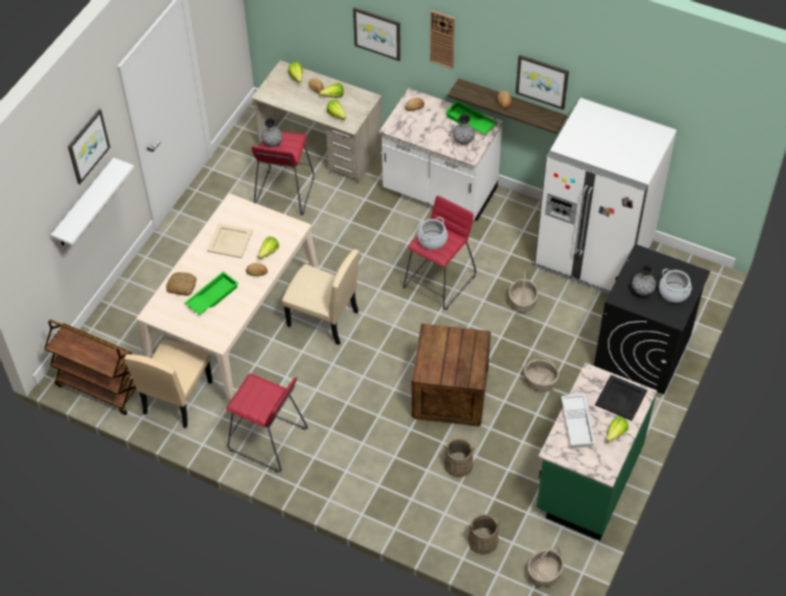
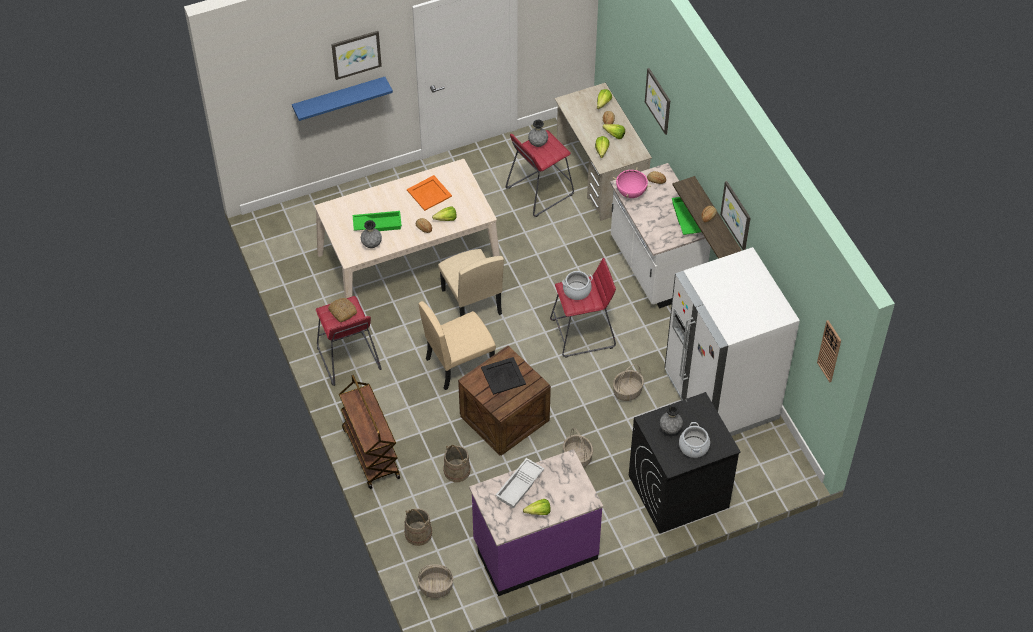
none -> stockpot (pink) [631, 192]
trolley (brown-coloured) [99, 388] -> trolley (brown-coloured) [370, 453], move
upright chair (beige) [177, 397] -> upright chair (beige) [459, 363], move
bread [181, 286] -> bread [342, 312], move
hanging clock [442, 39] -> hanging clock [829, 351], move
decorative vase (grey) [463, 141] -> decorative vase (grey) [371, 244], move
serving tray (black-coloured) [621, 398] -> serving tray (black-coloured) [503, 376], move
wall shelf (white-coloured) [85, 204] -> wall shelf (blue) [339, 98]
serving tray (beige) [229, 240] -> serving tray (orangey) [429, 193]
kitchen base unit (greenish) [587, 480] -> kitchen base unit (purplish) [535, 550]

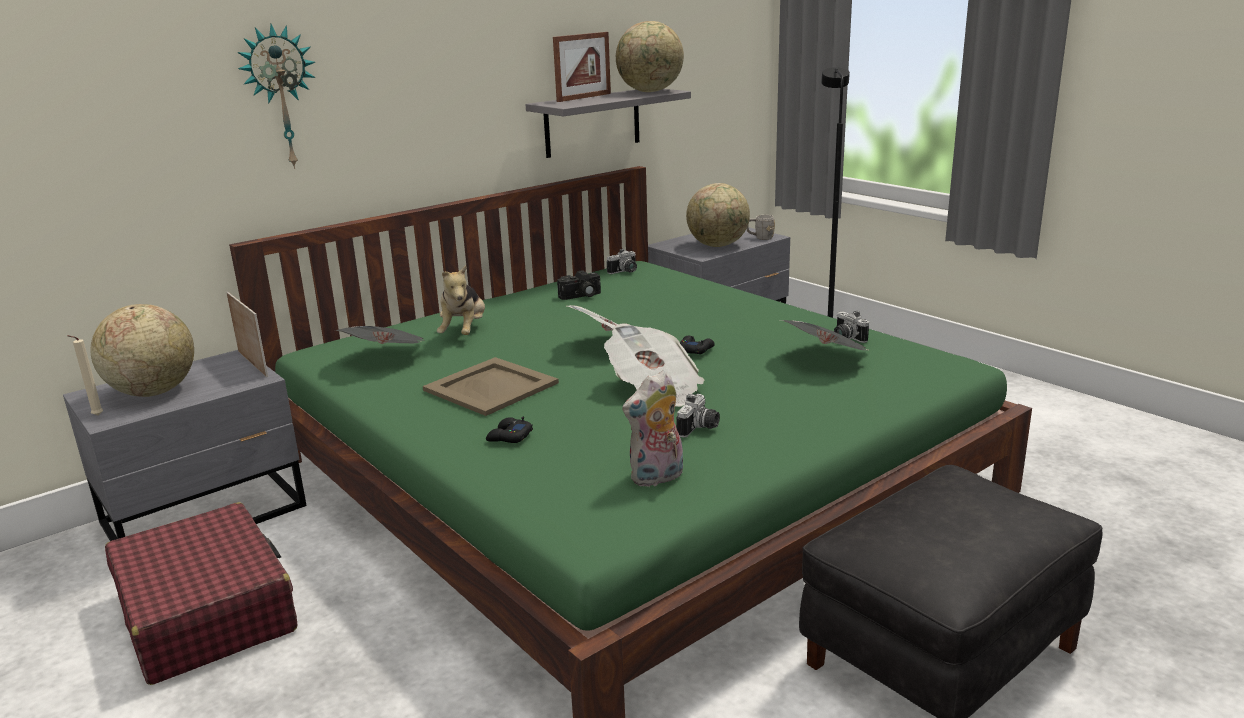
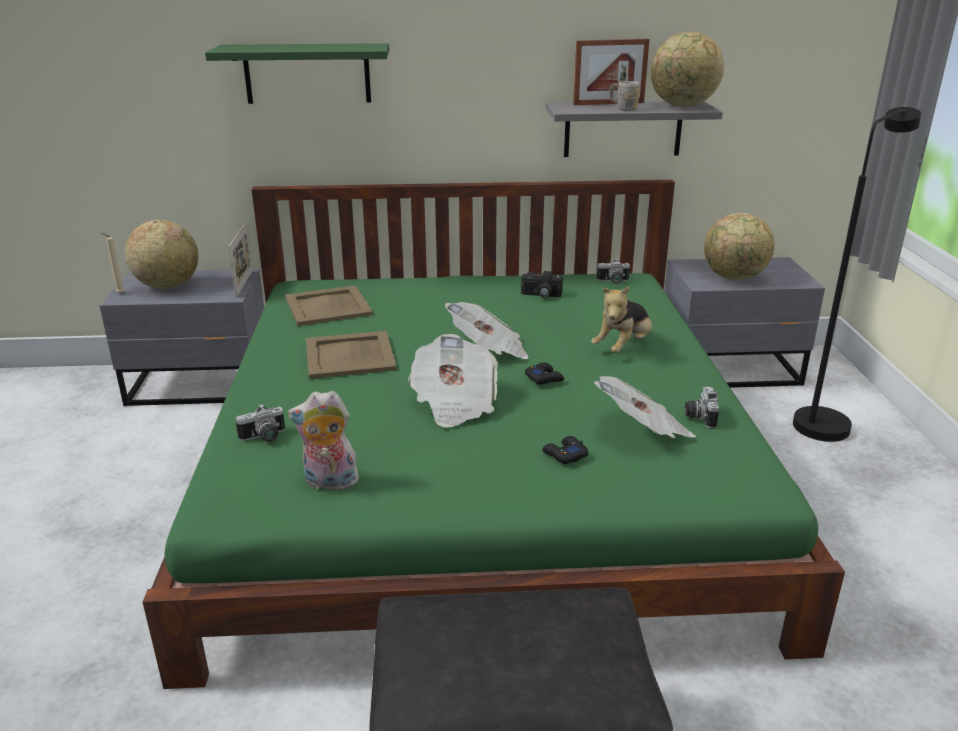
piece of luggage (red) [207, 612] -> none
plush toy [464, 332] -> plush toy [623, 347], move
game controller (black-coloured) [509, 437] -> game controller (black-coloured) [564, 455], move
photo camera [700, 428] -> photo camera [264, 438], move
mug (grey) [760, 238] -> mug (grey) [623, 108], move
hanging clock [280, 97] -> wall shelf (greenish) [307, 73]
daily paper [387, 358] -> serving tray (beige) [328, 306]

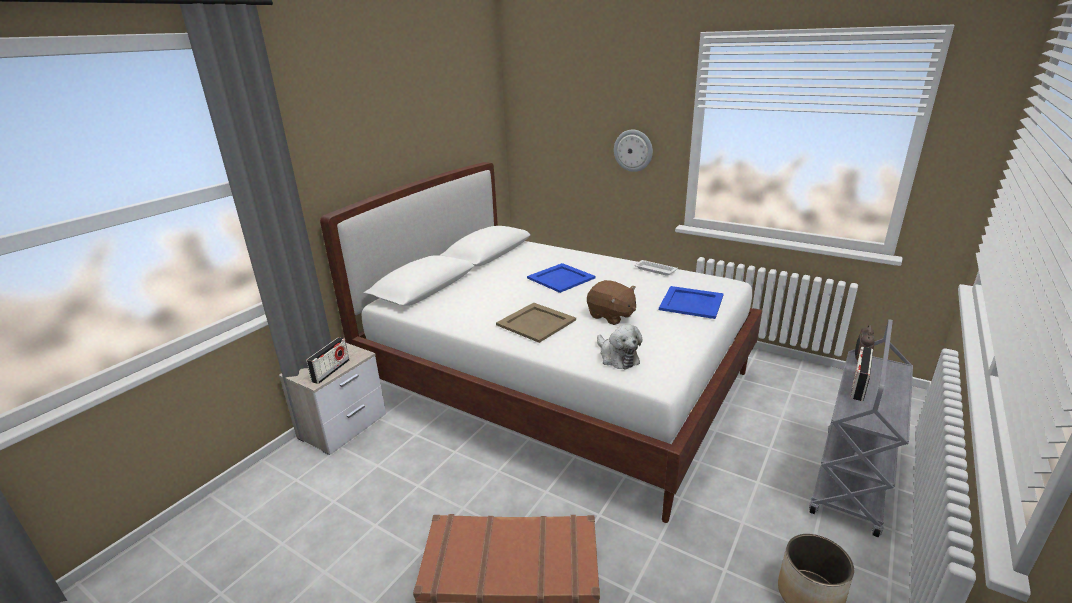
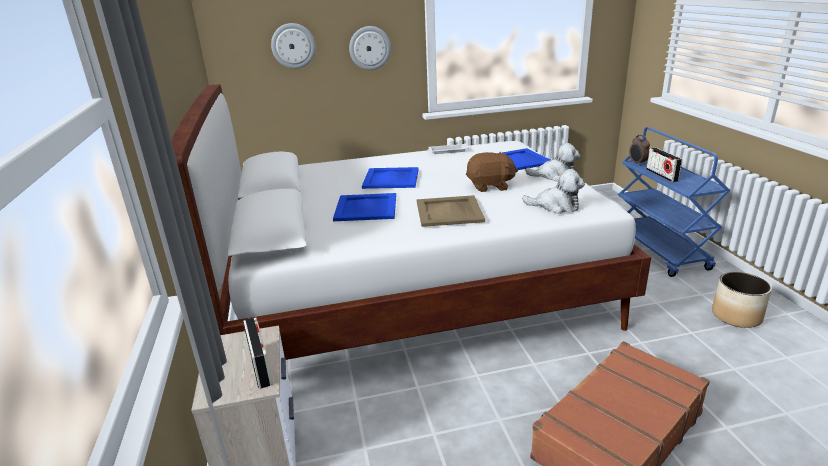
none -> hanging clock [293, 46]
none -> serving tray (blue) [366, 208]
none -> plush toy [554, 176]
trolley (grey) [851, 481] -> trolley (blue) [659, 251]

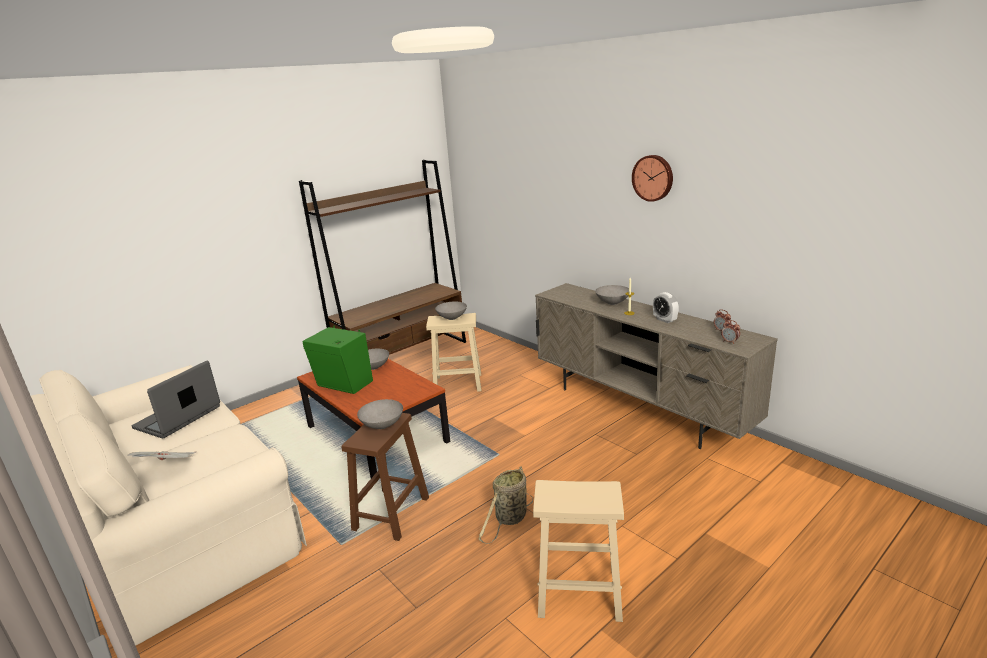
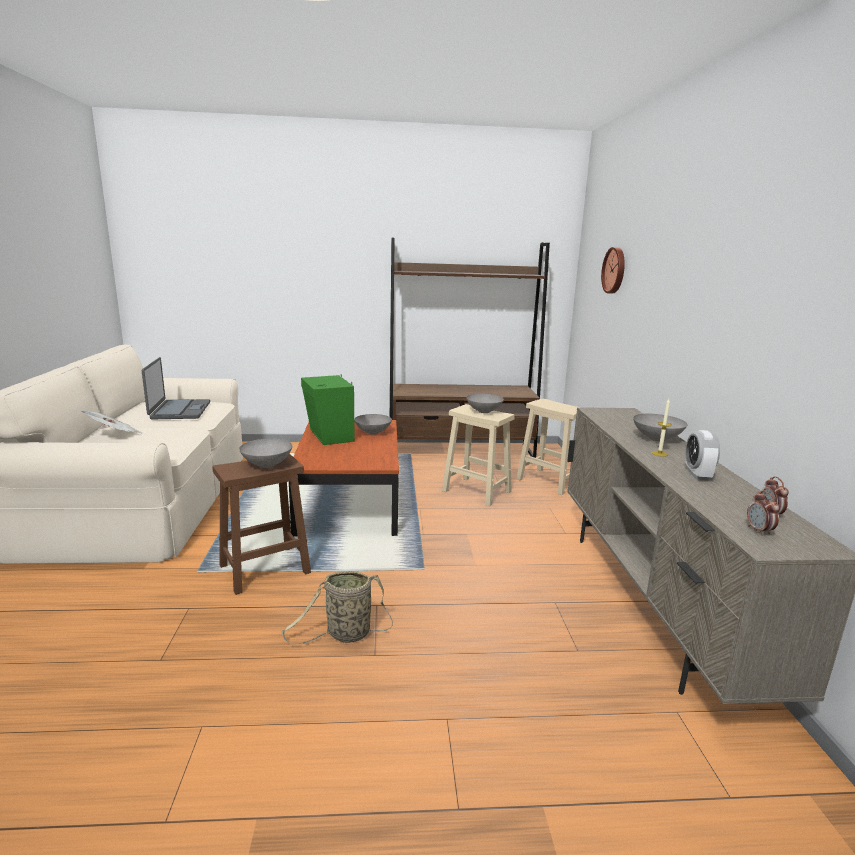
sitting stool (beige) [581, 593] -> sitting stool (beige) [550, 481], move
hanging clock [653, 178] -> hanging clock [615, 270], move
portable computer [178, 418] -> portable computer [179, 410], 105 degrees clockwise

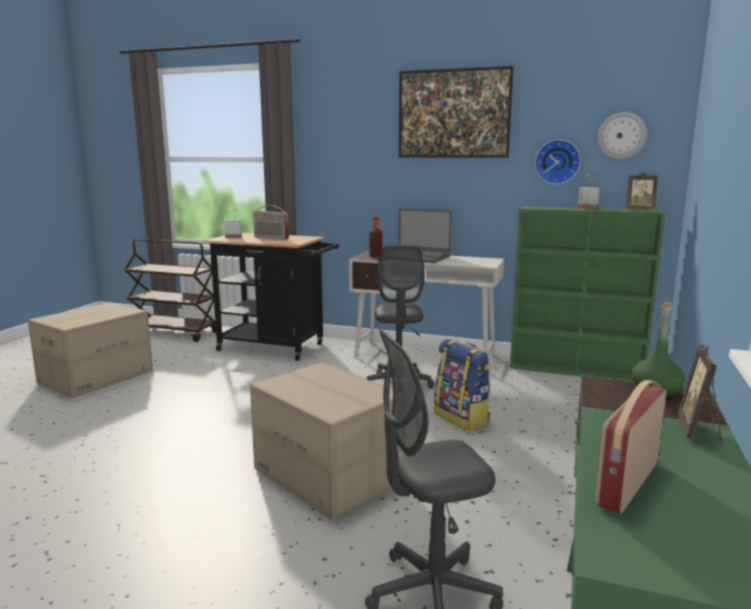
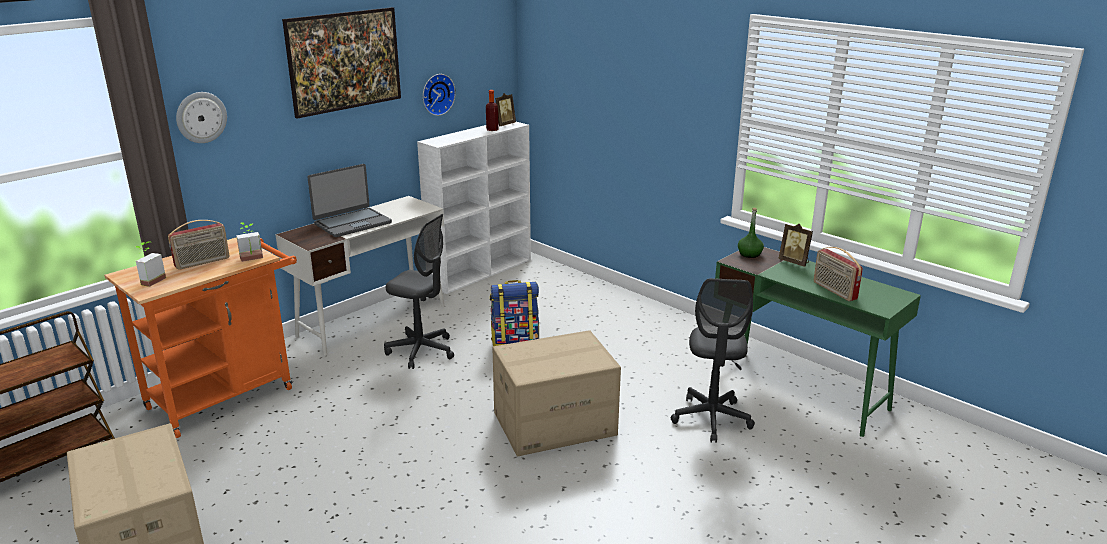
bottle [376, 256] -> bottle [492, 129], move
houseplant [586, 208] -> houseplant [252, 259], move
hanging clock [621, 135] -> hanging clock [201, 117], move
trolley (black-coloured) [277, 348] -> trolley (orangey) [228, 394]
bookshelf (greenish) [576, 370] -> bookshelf (white-coloured) [481, 271]

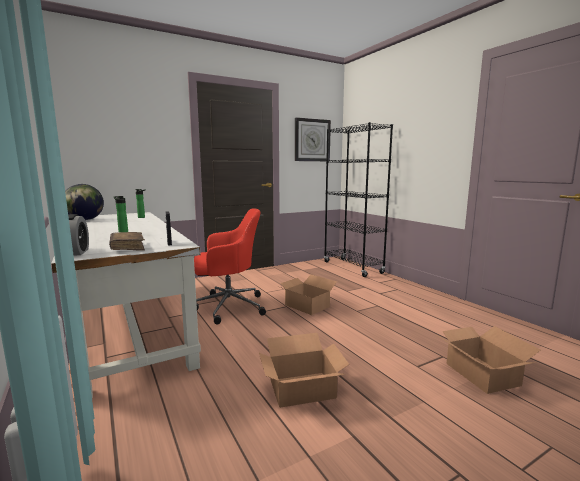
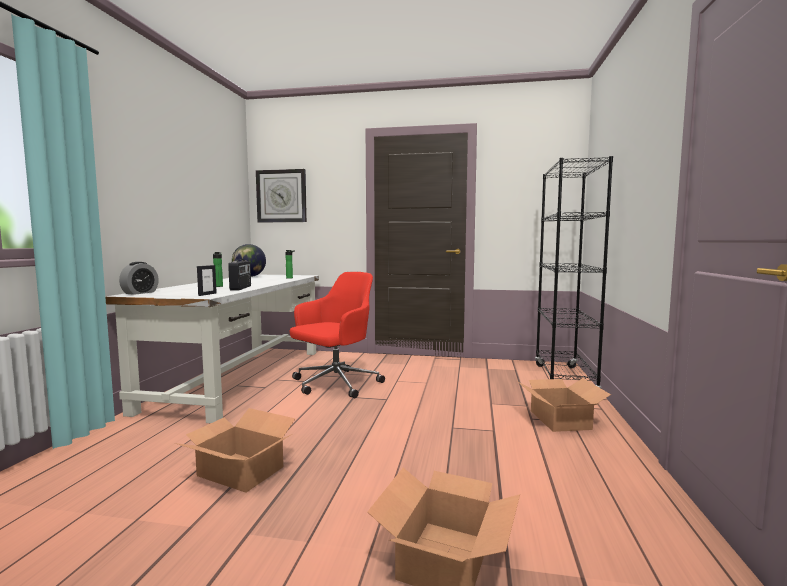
volume (brown-coloured) [127, 247] -> none
none -> radio [241, 288]
carton [307, 305] -> carton [560, 419], move
hanging clock [312, 140] -> hanging clock [281, 196], move
office chair (red) [227, 307] -> office chair (red) [335, 384], 75 degrees counterclockwise

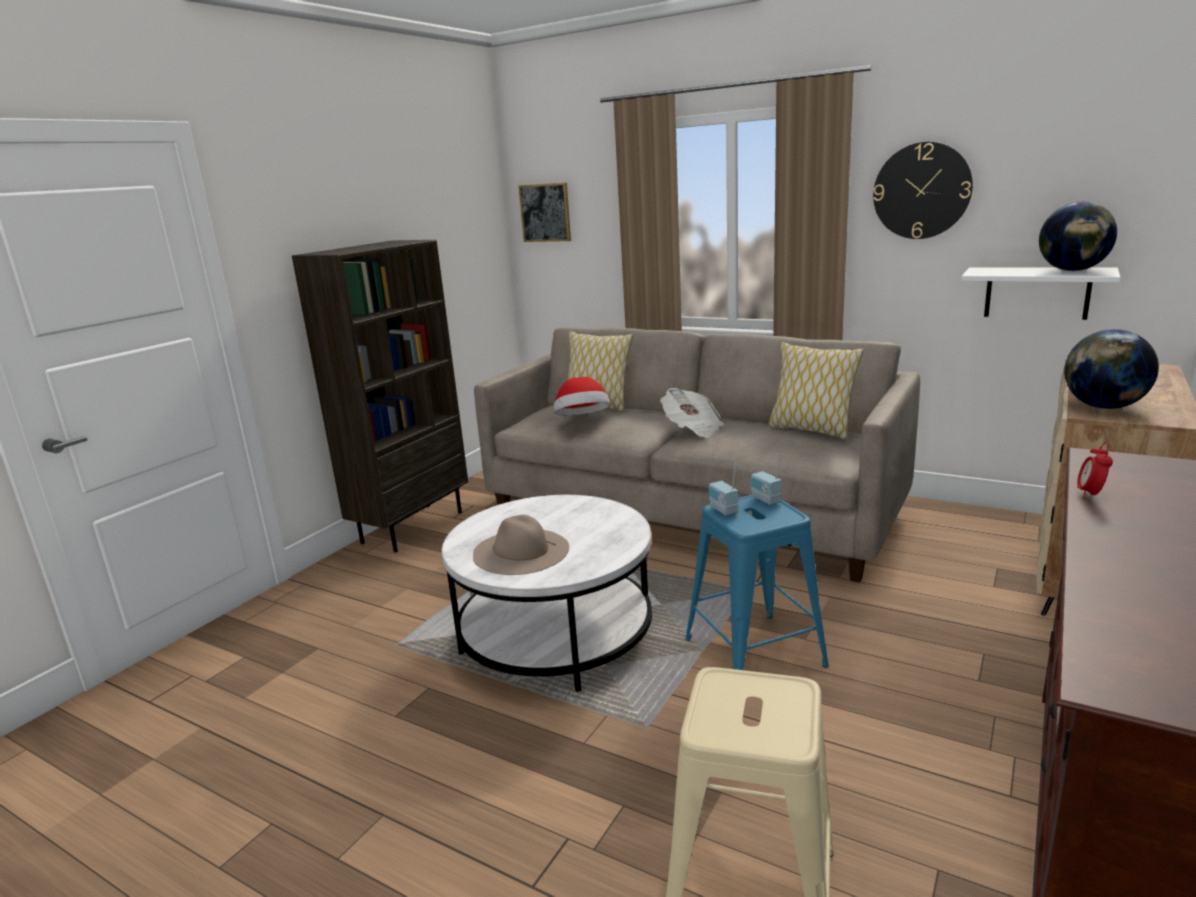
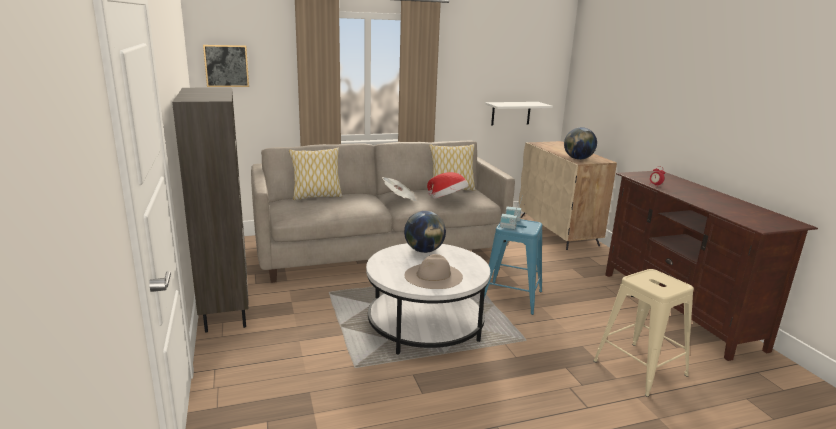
hanging clock [921, 191] -> none
wearable hat [582, 421] -> wearable hat [447, 199], move
world globe [1072, 270] -> world globe [424, 251], move

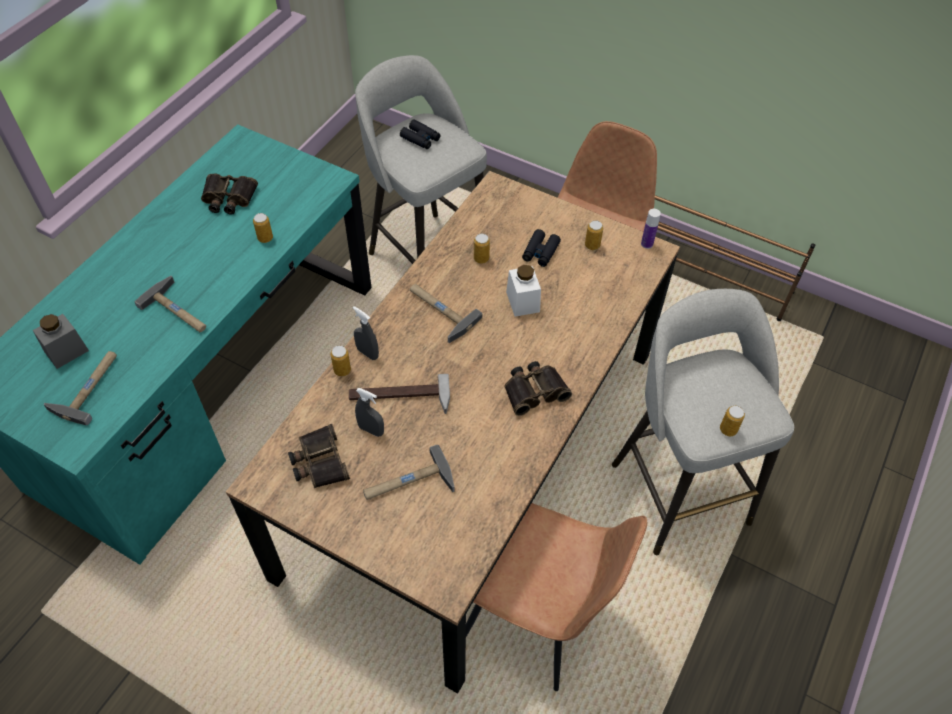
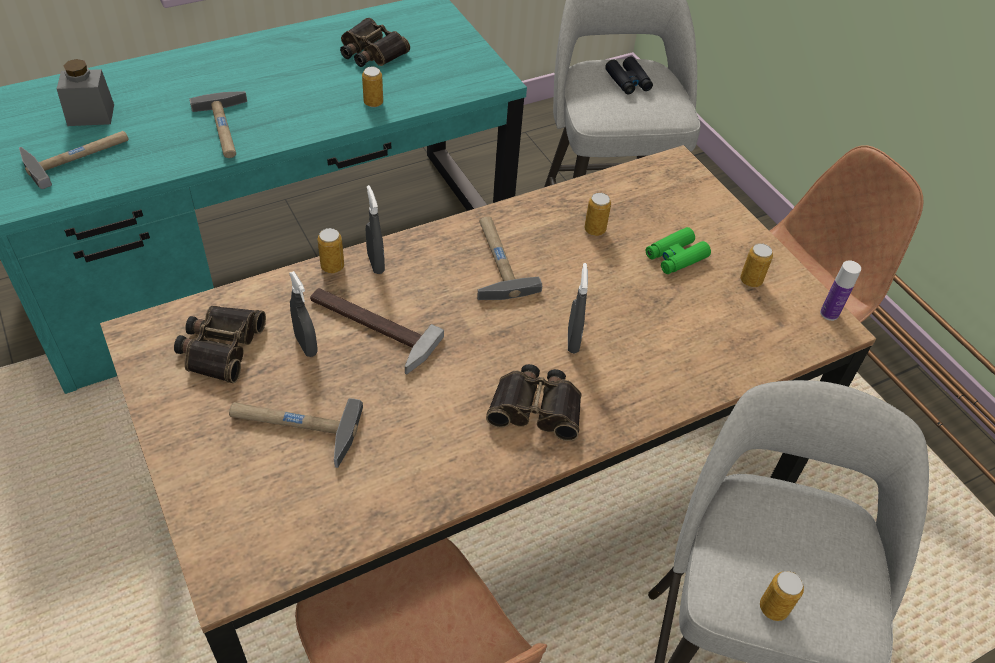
jar (white-coloured) [523, 301] -> none
none -> sprayer (grey) [573, 341]
binoculars (black-coloured) [540, 252] -> binoculars (greenish) [675, 257]

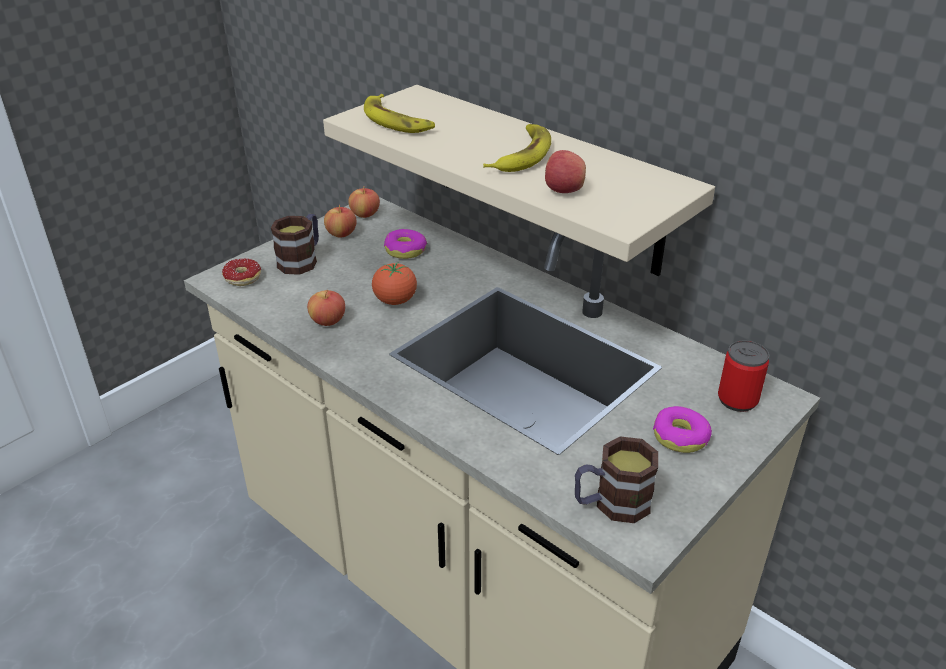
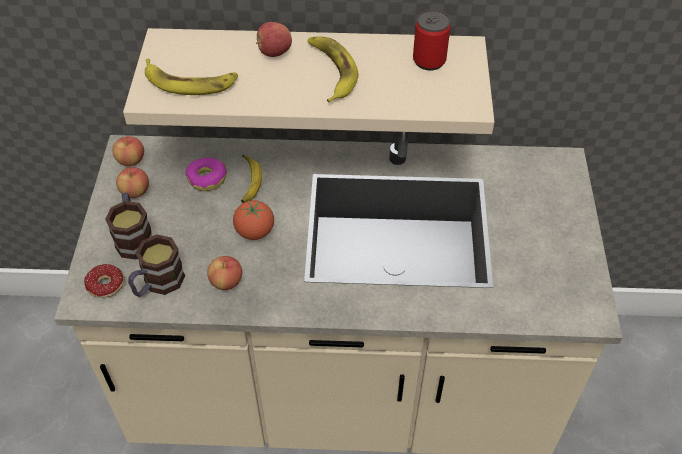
doughnut [680, 437] -> none
none -> banana fruit [249, 182]
whole apple [563, 190] -> whole apple [274, 52], move
mug [611, 504] -> mug [158, 284], move
sealed can [737, 400] -> sealed can [429, 60], move

